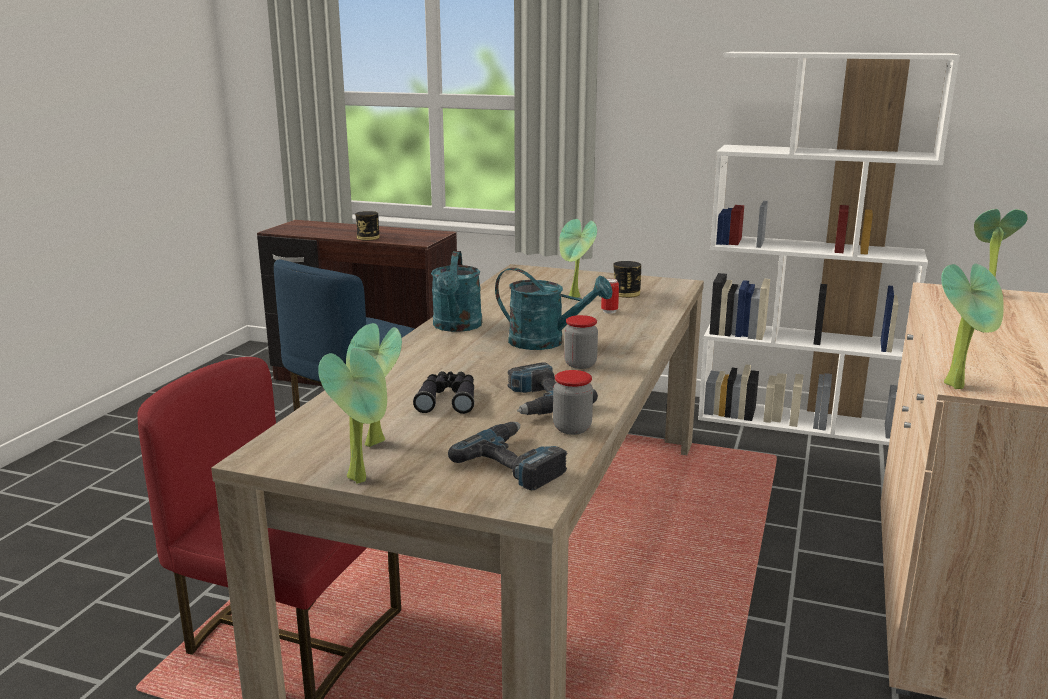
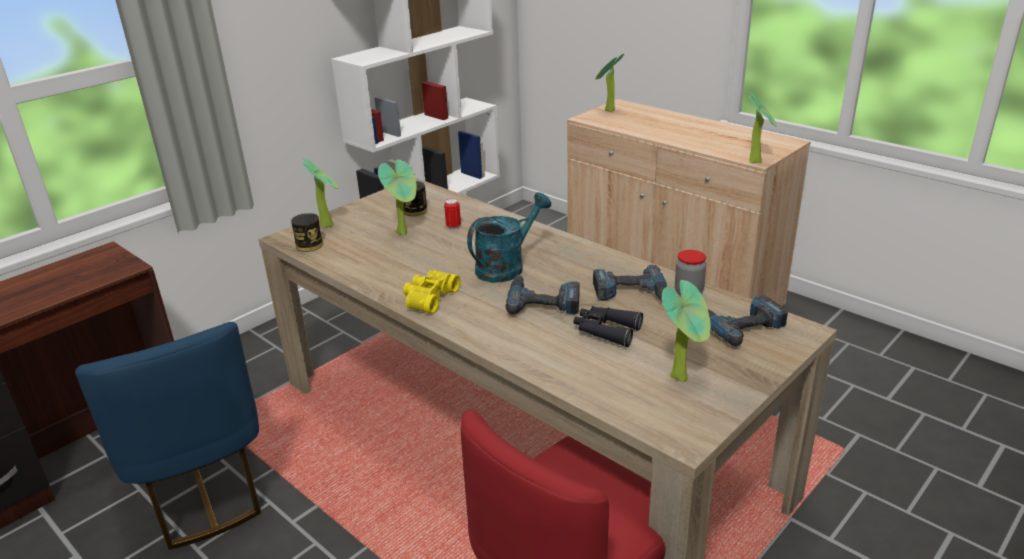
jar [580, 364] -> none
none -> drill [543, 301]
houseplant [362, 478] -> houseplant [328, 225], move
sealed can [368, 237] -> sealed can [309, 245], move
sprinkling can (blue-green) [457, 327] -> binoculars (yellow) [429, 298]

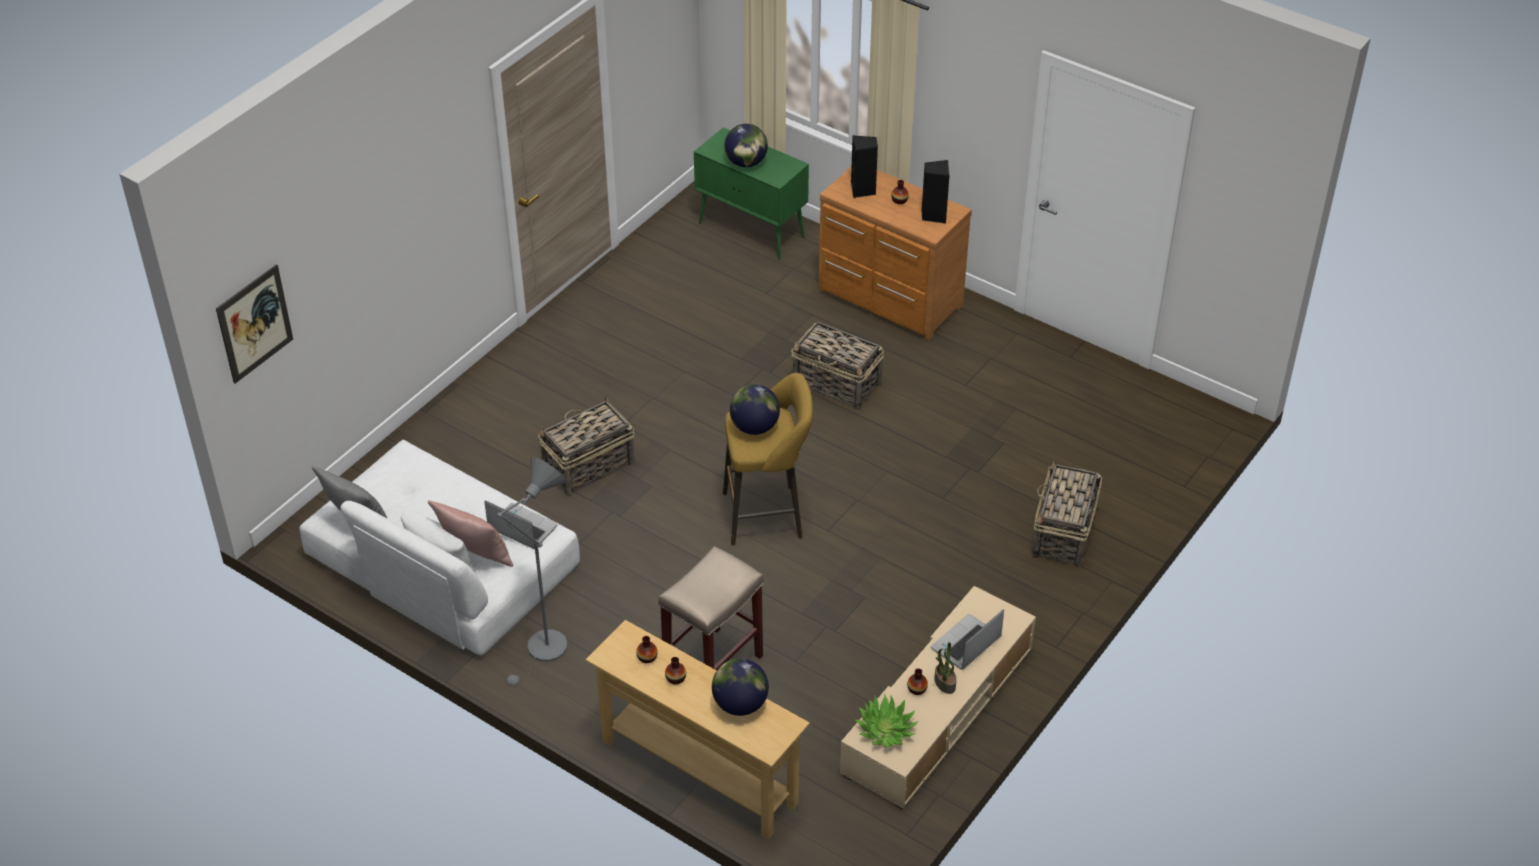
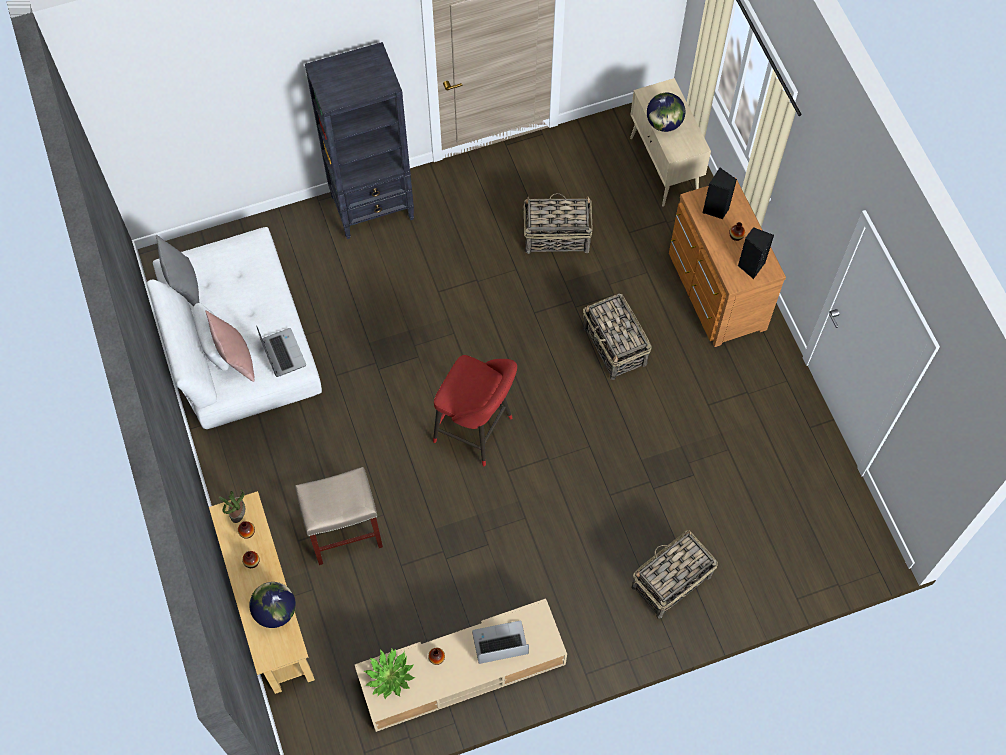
wall picture [254, 323] -> none
standing lamp (grey) [543, 652] -> none
world globe [754, 427] -> none
none -> bookshelf (black-coloured) [373, 207]
household basket [588, 467] -> household basket [556, 236], move
houseplant [944, 683] -> houseplant [237, 511], move
cupboard (greenish) [752, 230] -> cupboard (beige) [664, 167]
sitting stool (yellow) [768, 514] -> sitting stool (red) [477, 431]

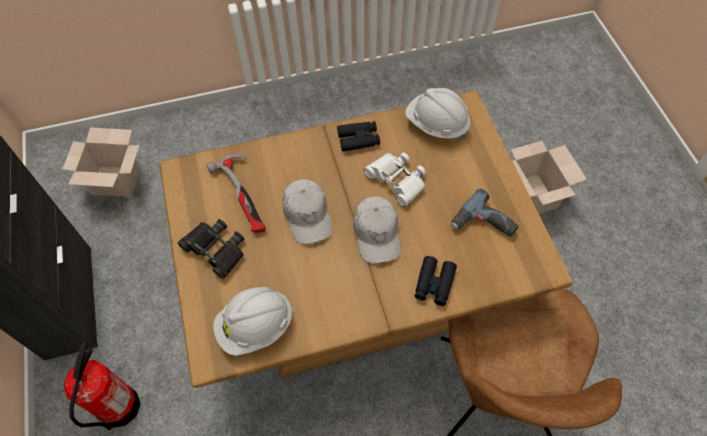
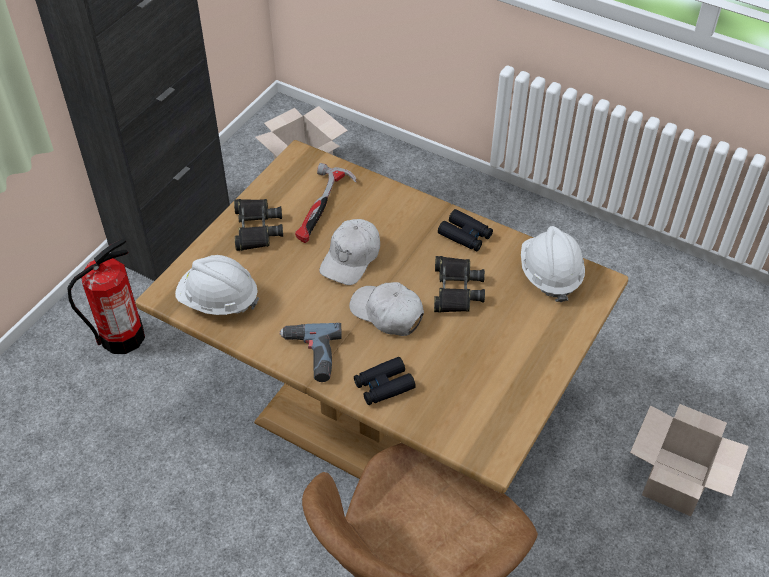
drill [483, 225] -> drill [310, 356], move
binoculars (white-coloured) [397, 180] -> binoculars (black-coloured) [456, 289]
peaked cap (white-coloured) [377, 233] -> peaked cap (white-coloured) [387, 313], 90 degrees clockwise

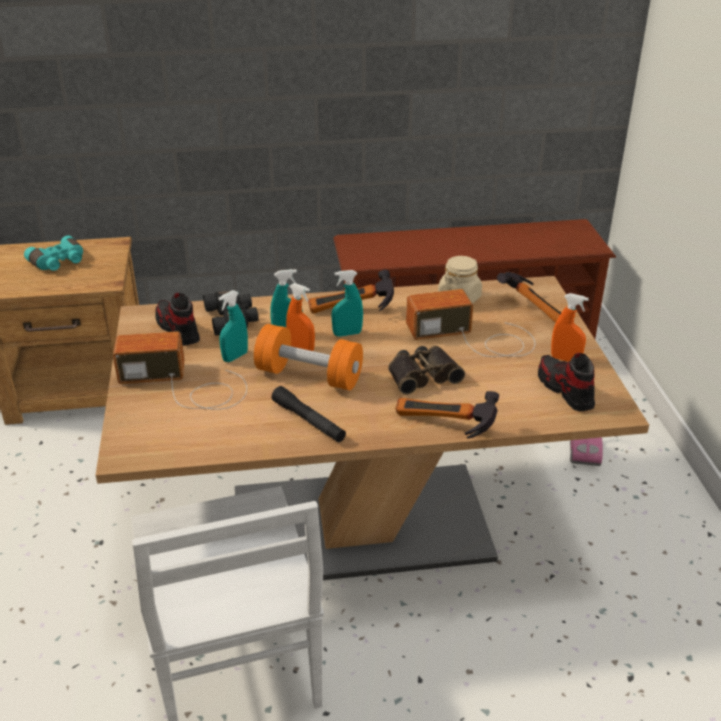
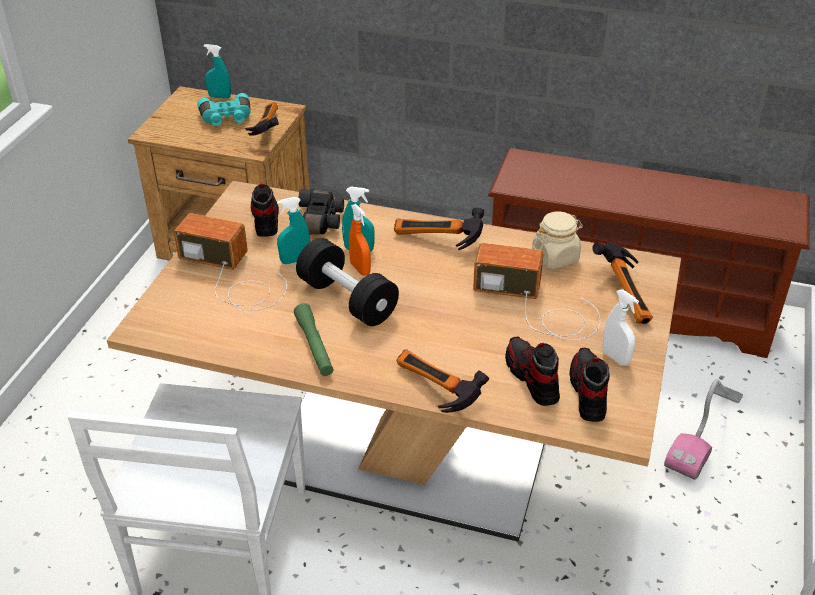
binoculars [422, 375] -> none
none -> hammer [264, 129]
none -> low shoe [531, 378]
sprayer (blue-green) [347, 334] -> sprayer (blue-green) [220, 97], move
dumbbell (orangey) [309, 376] -> dumbbell (black-coloured) [347, 299]
hand torch (black-coloured) [308, 421] -> hand torch (greenish) [314, 346]
sprayer (orangey) [565, 359] -> sprayer (white-coloured) [615, 358]

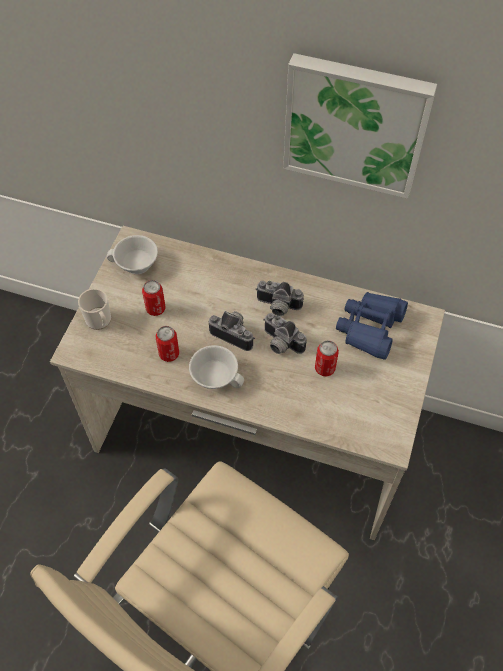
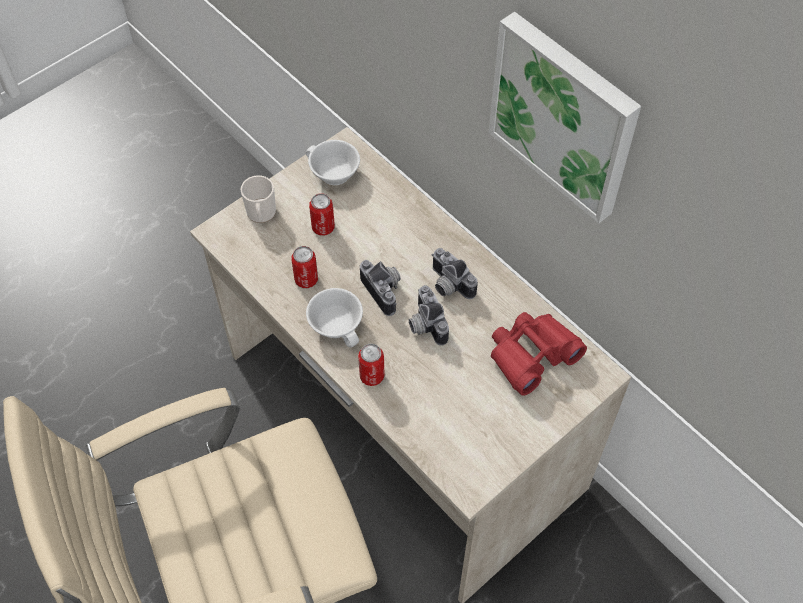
sealed can [325, 368] -> sealed can [372, 376], move
binoculars (blue) [370, 328] -> binoculars (red) [532, 355]

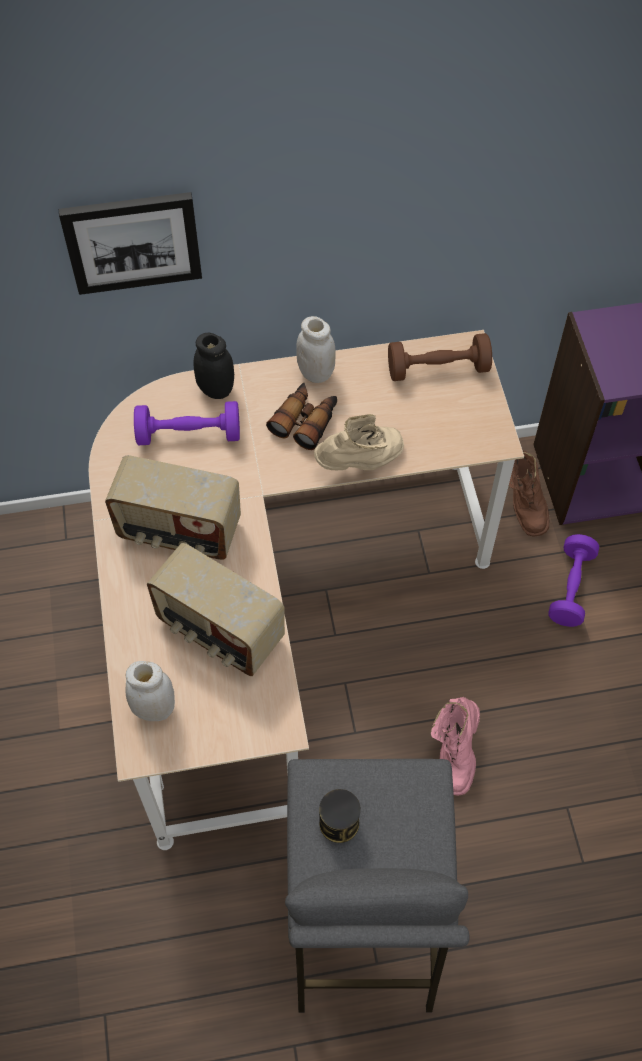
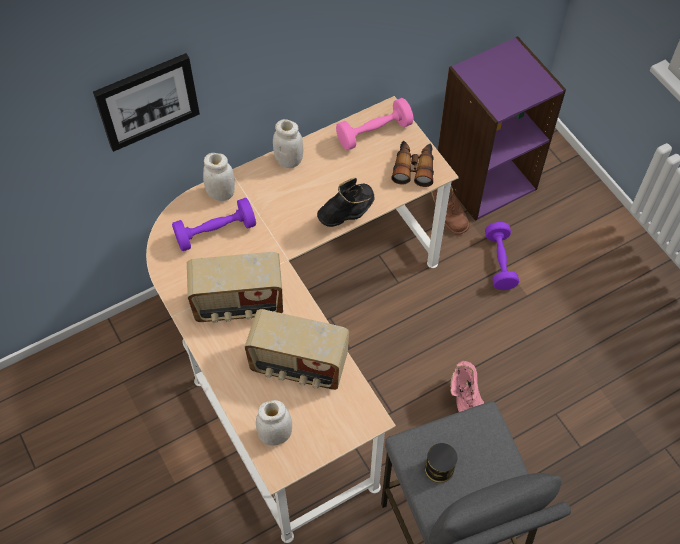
binoculars [305, 420] -> binoculars [413, 167], move
jar (black-coloured) [216, 389] -> jar (white-coloured) [221, 193]
boot (beige) [361, 463] -> boot (black-coloured) [348, 215]
dumbbell (brown-coloured) [438, 369] -> dumbbell (pink) [374, 133]

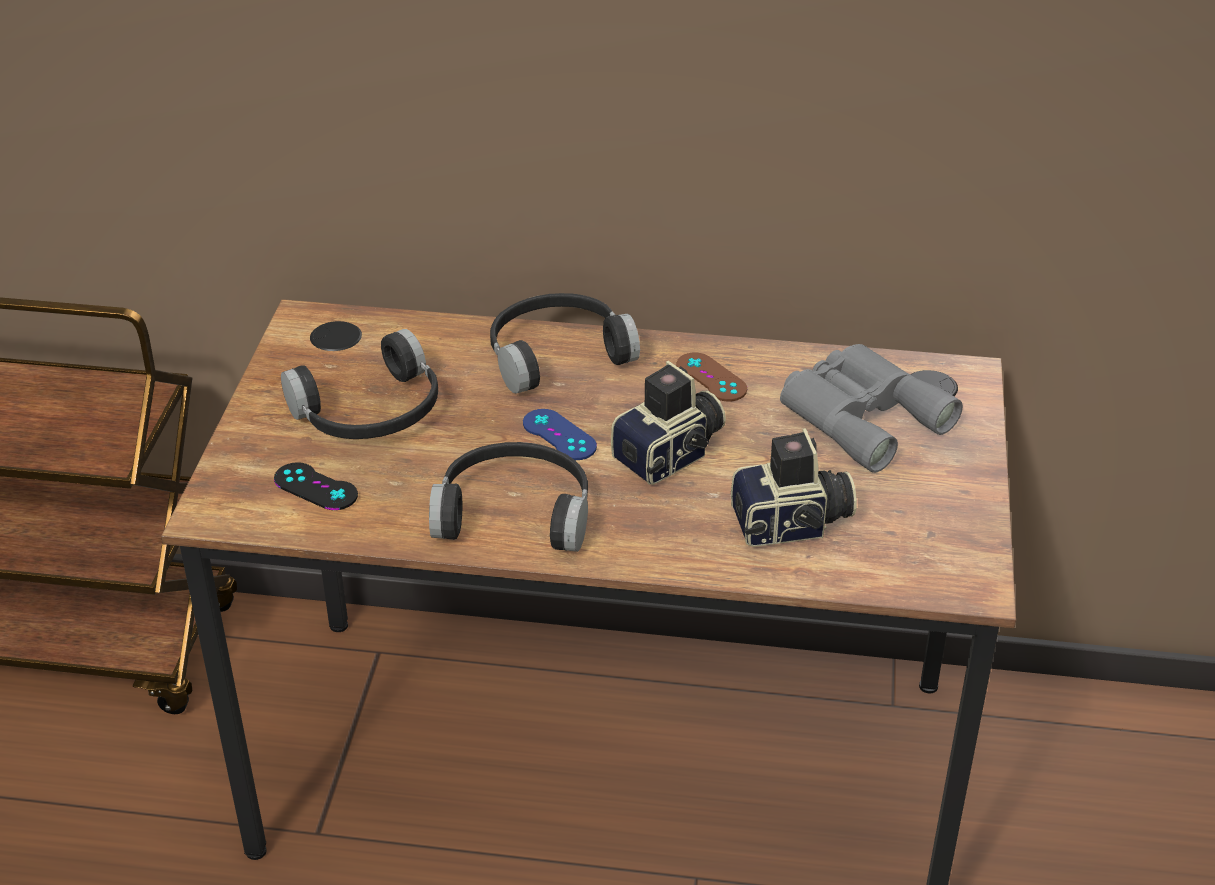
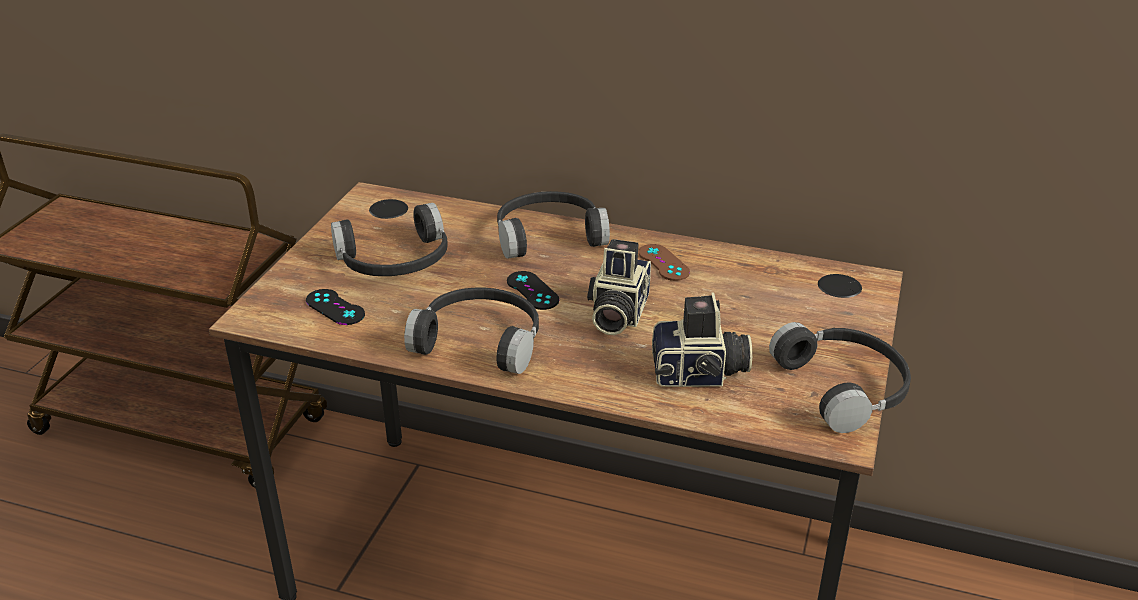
binoculars (grey) [859, 414] -> none
none -> headphones (black-coloured) [845, 387]
game controller (blue) [559, 435] -> game controller (black-coloured) [532, 291]
photo camera [672, 455] -> photo camera [616, 313], 135 degrees clockwise

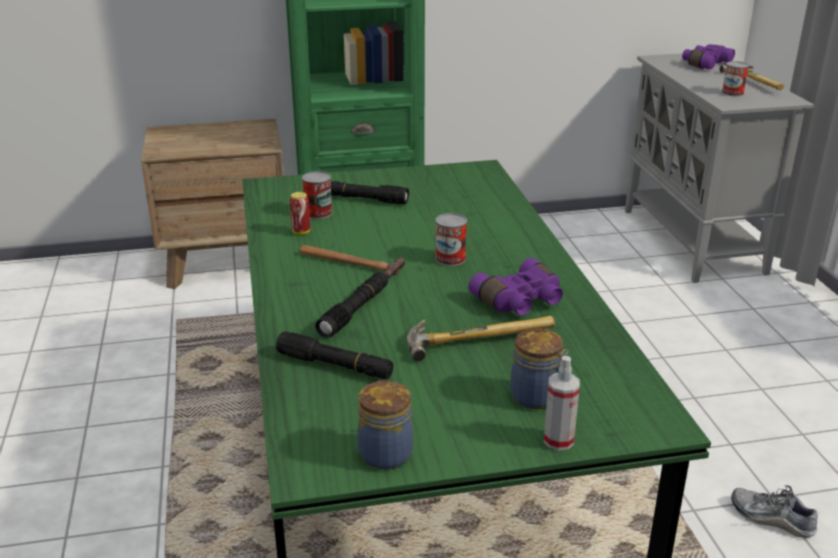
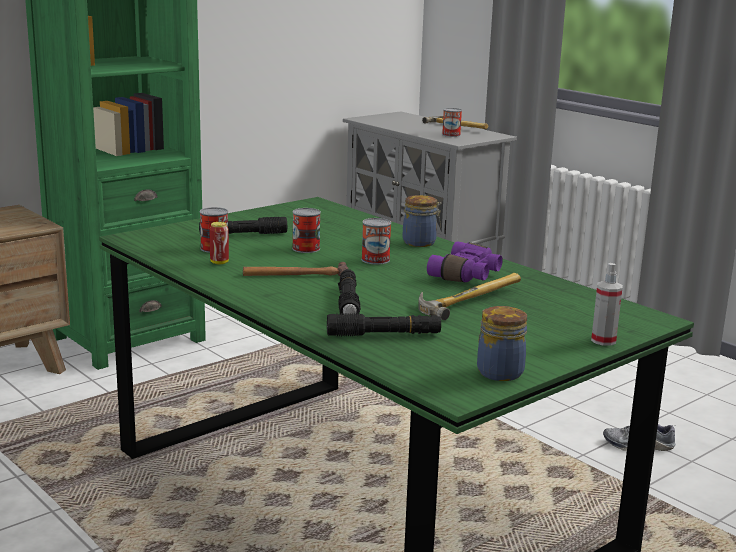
binoculars (purplish) [704, 64] -> none
none -> sealed can [306, 248]
jar [537, 397] -> jar [421, 243], move

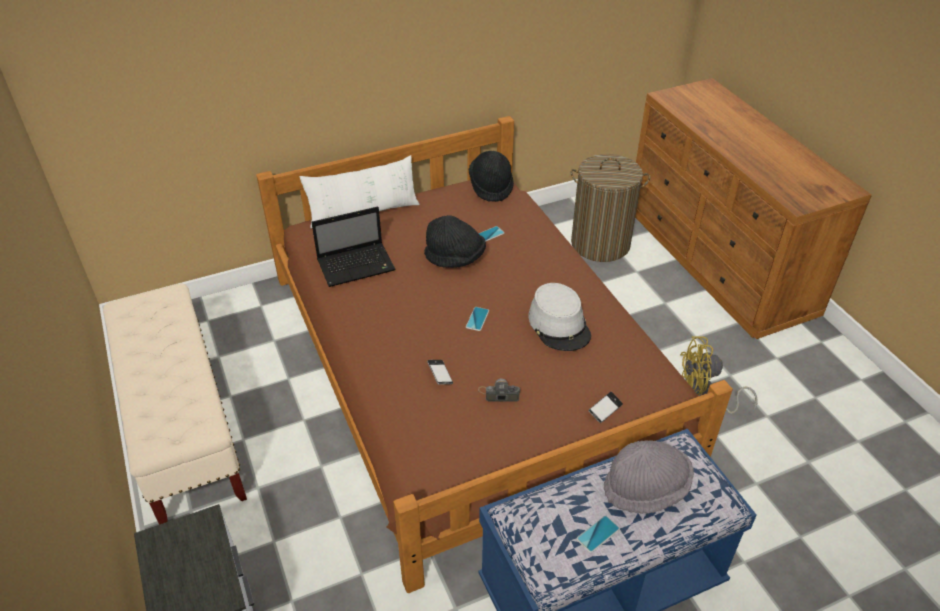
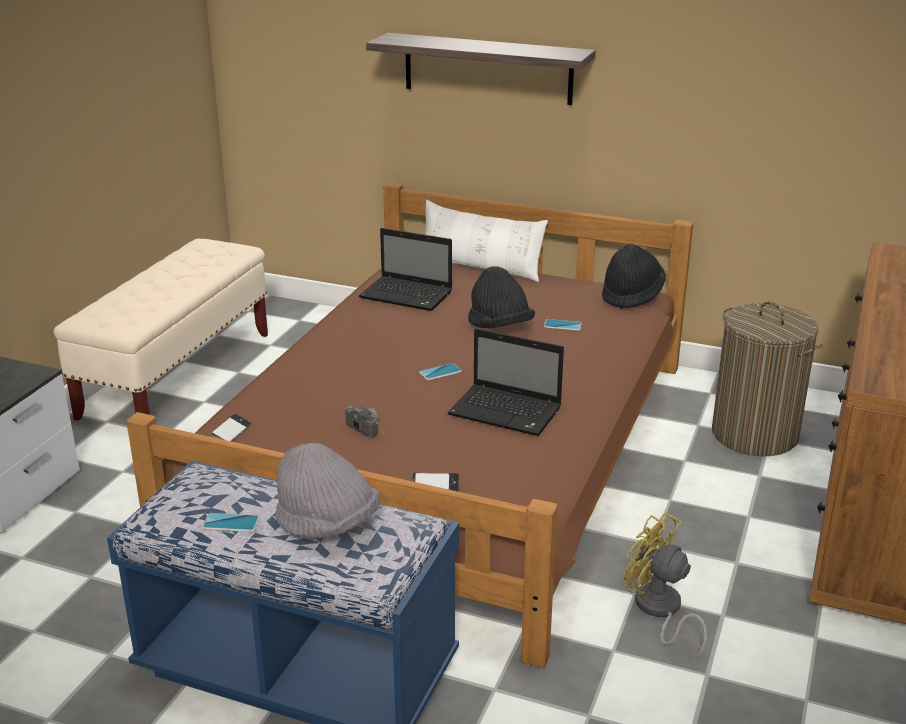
none -> wall shelf [487, 68]
phone [440, 374] -> phone [231, 432], move
wearable hat (grey) [559, 325] -> portable computer [507, 412]

